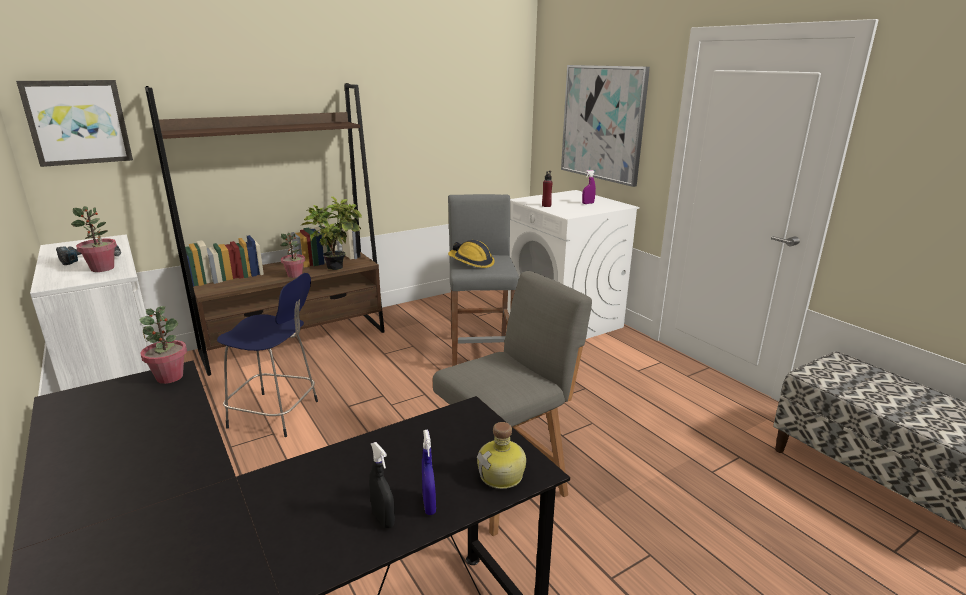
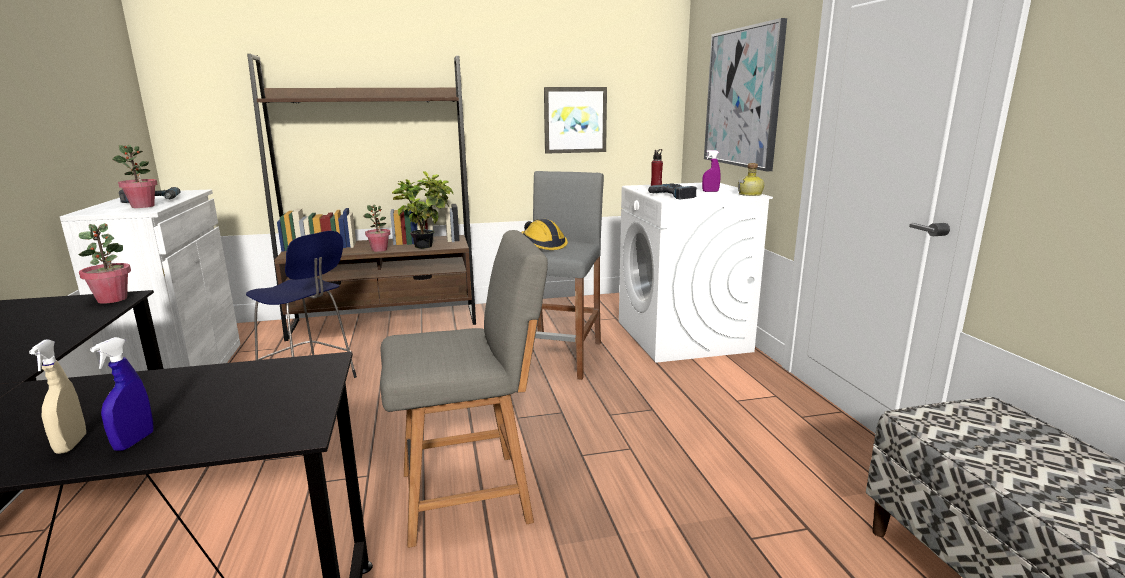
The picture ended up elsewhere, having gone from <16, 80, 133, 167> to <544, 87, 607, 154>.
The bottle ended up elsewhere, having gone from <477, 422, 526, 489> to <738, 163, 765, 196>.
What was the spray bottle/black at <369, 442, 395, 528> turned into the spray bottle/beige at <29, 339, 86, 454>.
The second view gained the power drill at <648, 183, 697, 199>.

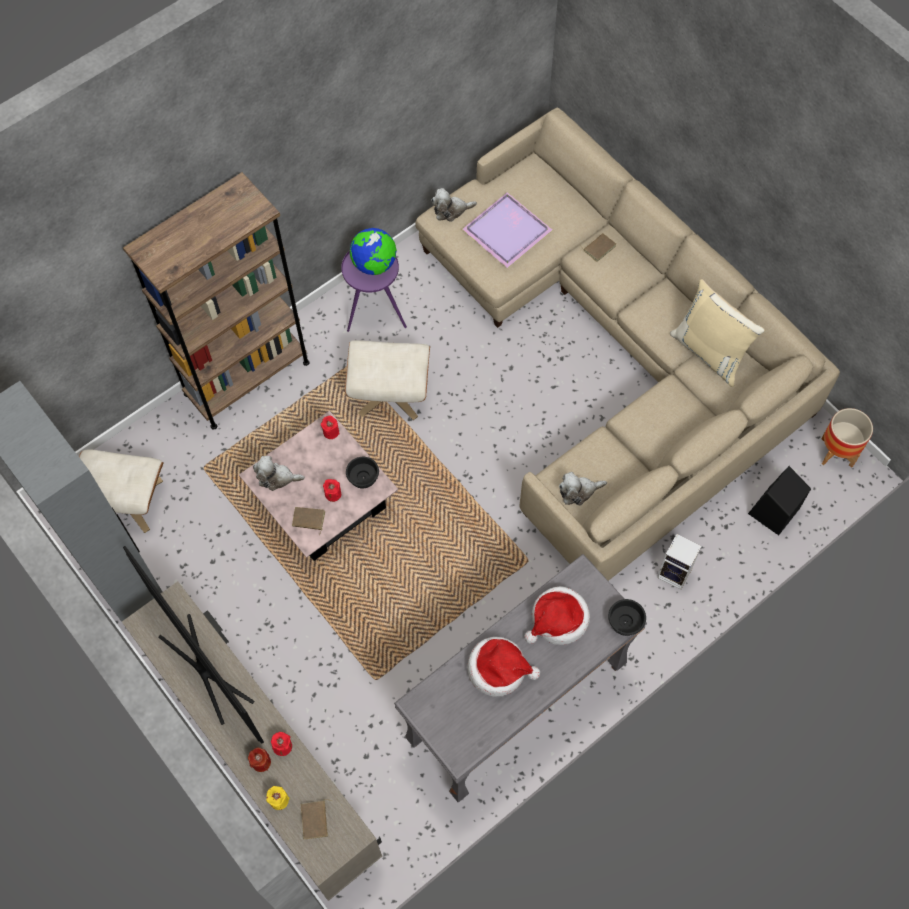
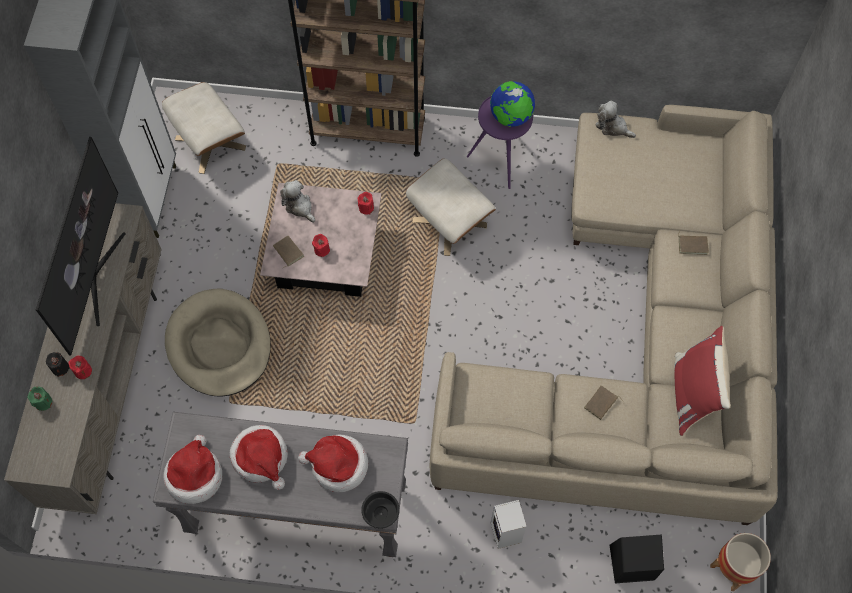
The second view lost the tray/purple at <462, 193, 552, 268>.
What was the pillow/beige at <670, 279, 765, 387> turned into the pillow/red at <674, 326, 731, 436>.
The second view lost the bowl/black at <346, 457, 379, 488>.
The second view lost the plush toy at <559, 472, 607, 506>.
What was the candle/red at <248, 747, 271, 772> turned into the candle/black at <46, 352, 70, 377>.
What was the candle/yellow at <266, 786, 290, 810> turned into the candle/green at <28, 386, 52, 411>.
The book/brown ended up elsewhere, having gone from <301, 799, 332, 840> to <584, 385, 624, 420>.
The second view gained the dog bed/beige at <165, 289, 270, 397>.
The second view gained the hat at <164, 435, 222, 504>.

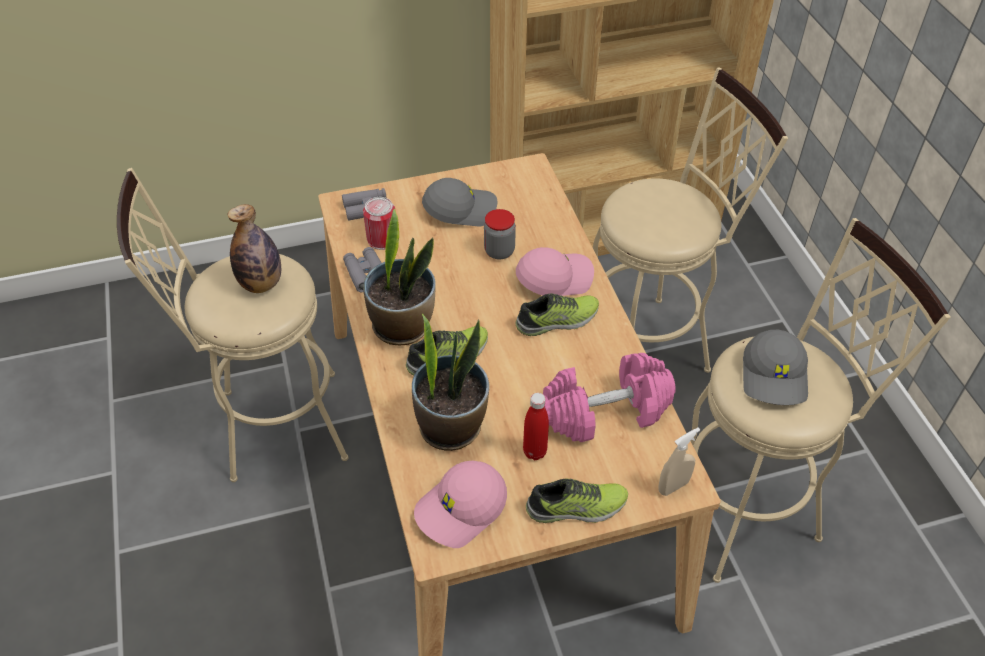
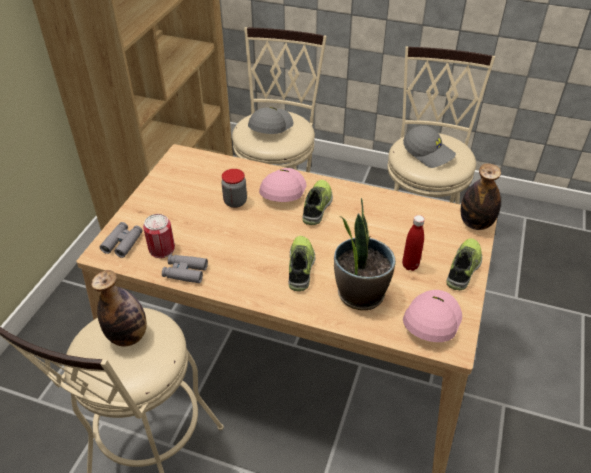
The cap/grey ended up elsewhere, having gone from <422, 178, 497, 227> to <248, 107, 293, 134>.
The second view lost the potted plant at <363, 209, 436, 345>.
The second view lost the dumbbell/pink at <543, 353, 676, 442>.
Where the spray bottle/beige stood at <658, 427, 700, 496>, the bottle came to stand at <461, 163, 501, 230>.
The cap/pink at <414, 461, 507, 548> ended up facing another way, 150 degrees counterclockwise from before.

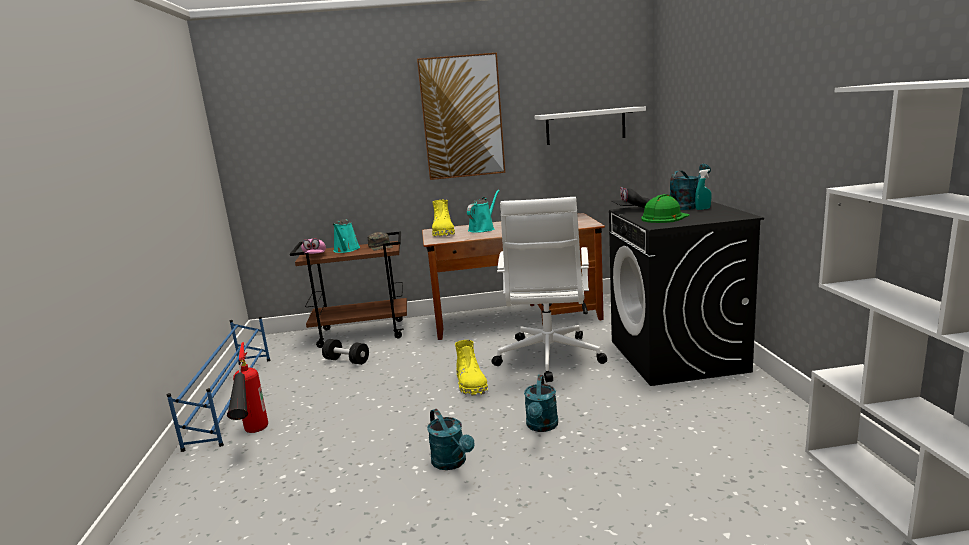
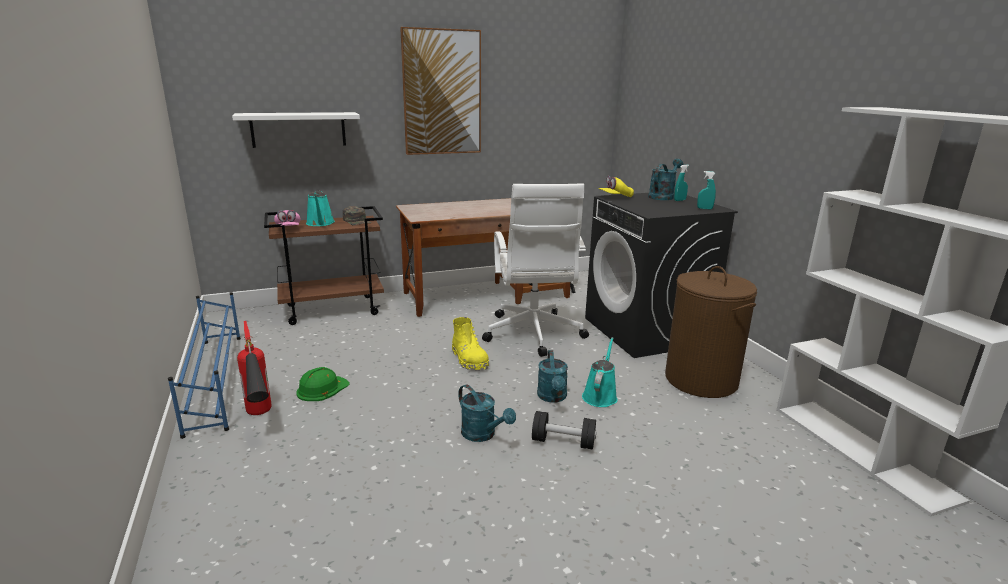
The shelf/white ended up elsewhere, having gone from <535, 107, 646, 145> to <232, 112, 360, 148>.
What was the cap/black at <611, 187, 650, 208> turned into the cap/yellow at <599, 176, 634, 197>.
The watering can/turquoise ended up elsewhere, having gone from <467, 190, 500, 233> to <582, 337, 618, 407>.
The hard hat/green ended up elsewhere, having gone from <641, 194, 690, 223> to <296, 367, 350, 401>.
The second view lost the boot/yellow at <432, 199, 455, 237>.
The dumbbell/black ended up elsewhere, having gone from <322, 339, 369, 365> to <532, 411, 597, 450>.
The second view gained the spray bottle/turquoise at <697, 171, 716, 209>.
The second view gained the laundry basket/brown at <665, 266, 757, 398>.

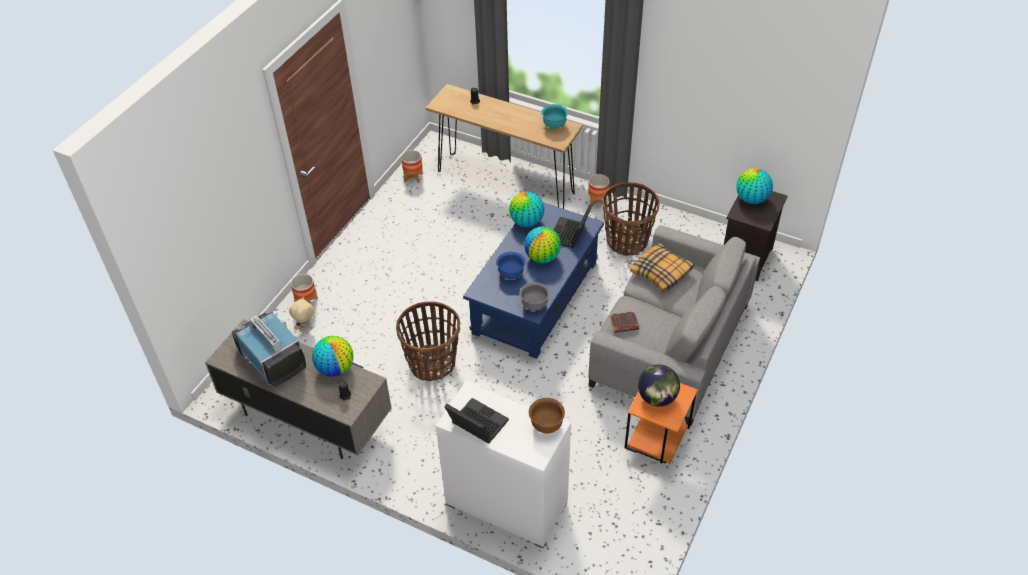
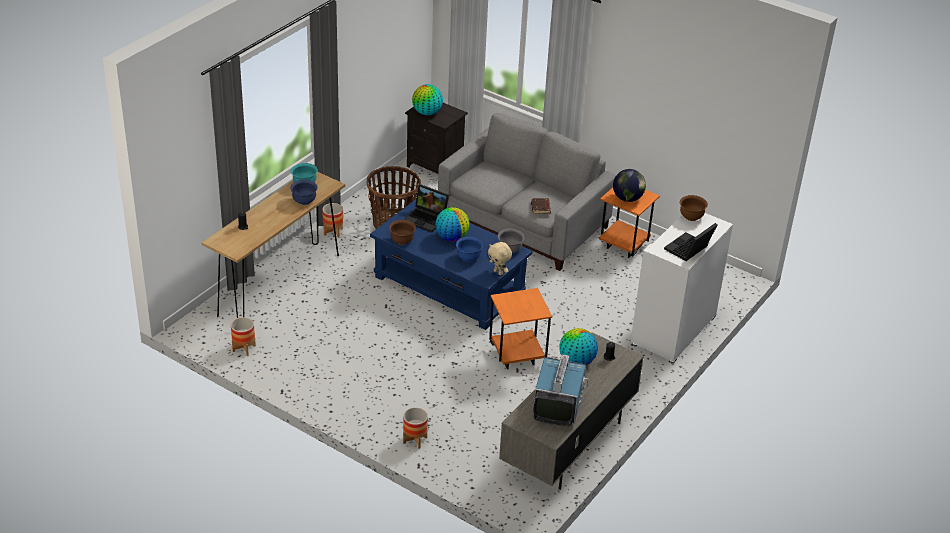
Where the globe stood at <509, 192, 545, 227>, the bowl/brown came to stand at <389, 220, 416, 245>.
The second view lost the pillow at <630, 243, 694, 293>.
The plush toy/beige ended up elsewhere, having gone from <289, 297, 314, 330> to <488, 242, 512, 275>.
Where the basket stood at <396, 301, 460, 382>, the side table/orange came to stand at <489, 288, 552, 369>.
The television at <232, 311, 306, 387> ended up facing another way, 135 degrees clockwise from before.
The second view gained the bowl/blue at <290, 180, 318, 205>.

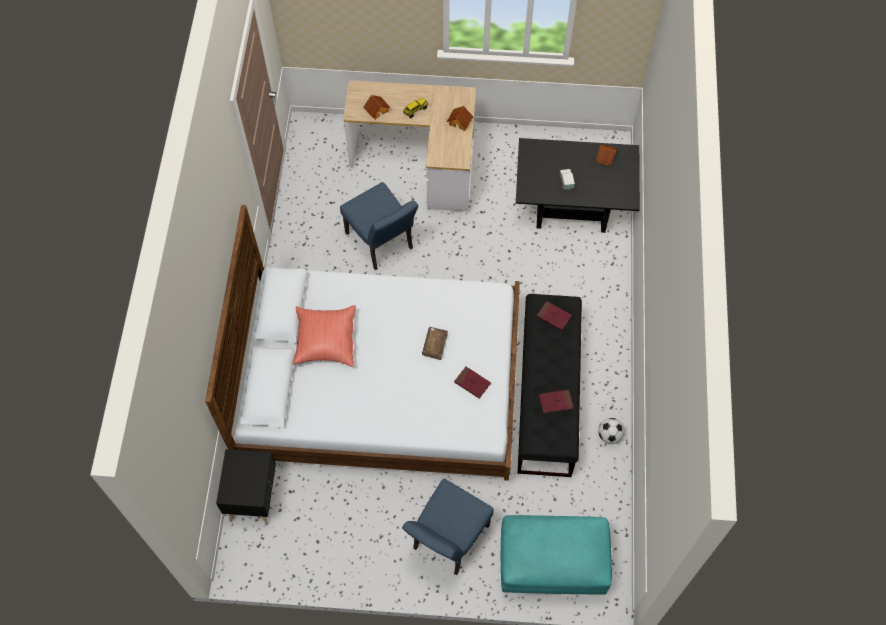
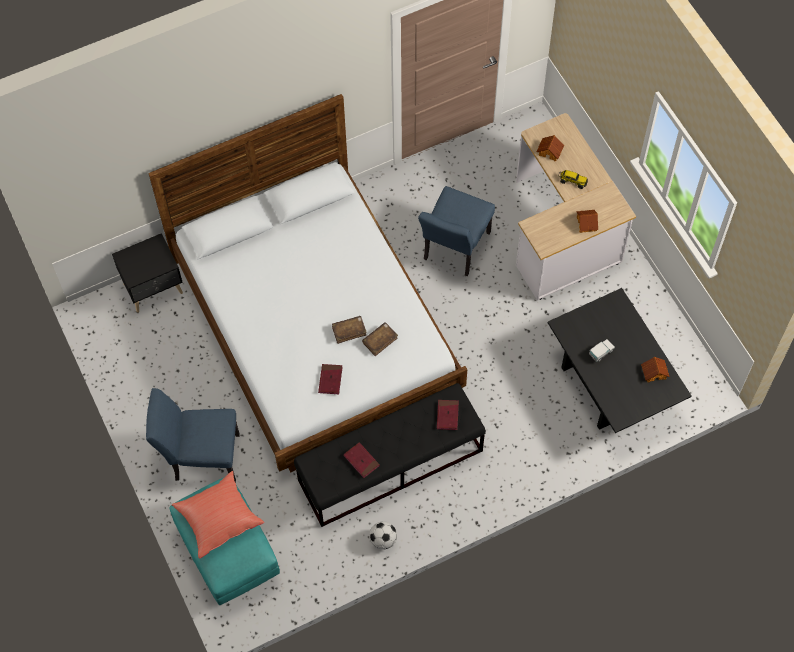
The pillow/red ended up elsewhere, having gone from <292, 305, 356, 367> to <172, 471, 264, 559>.
The second view gained the book/brown at <362, 322, 398, 356>.

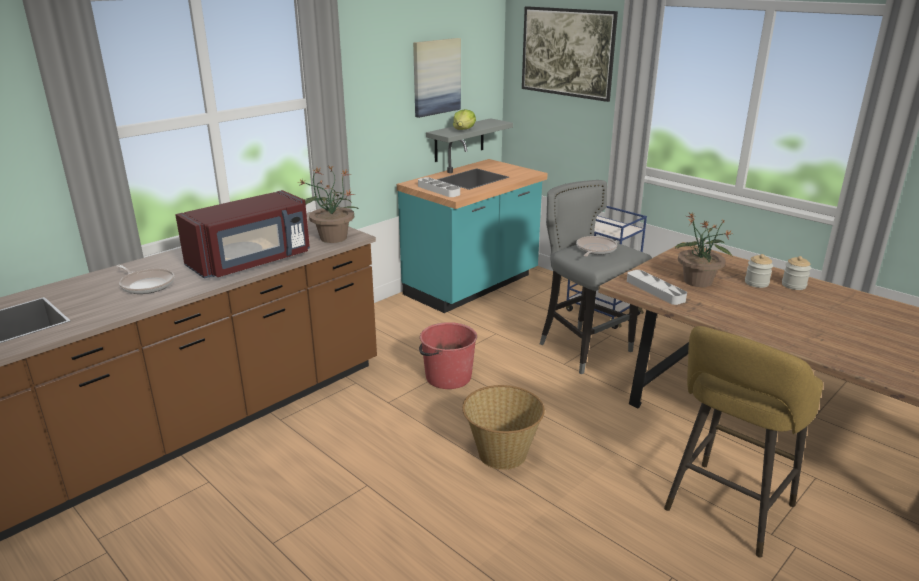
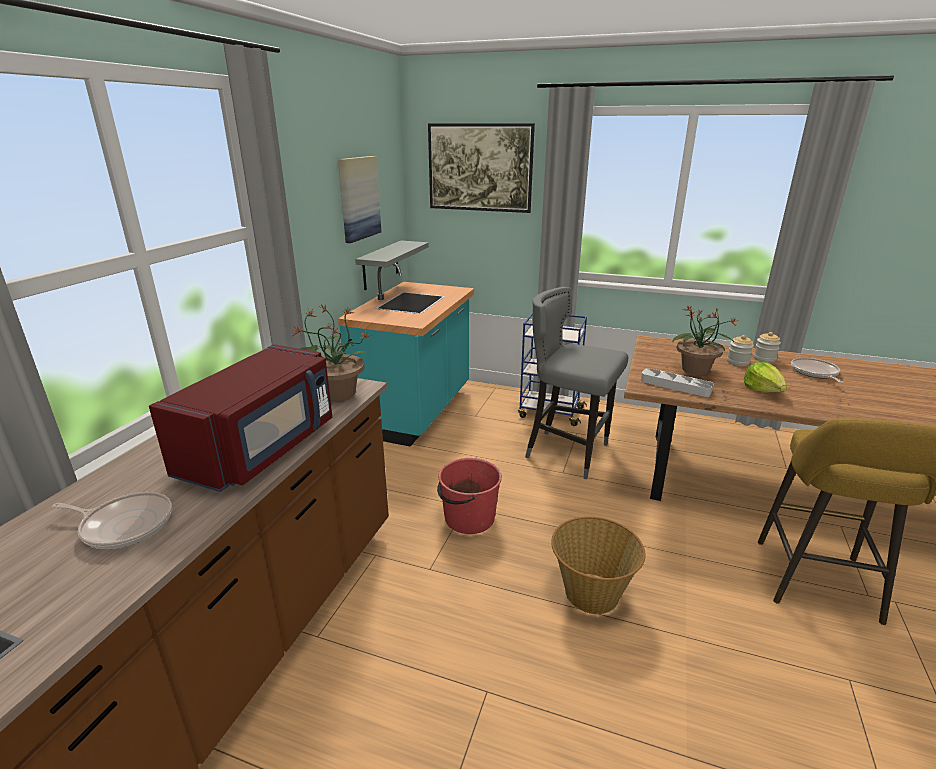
The lettuce ended up elsewhere, having gone from <453, 109, 476, 130> to <744, 362, 787, 392>.
The second view lost the tray/white at <418, 177, 460, 197>.
The frying pan ended up elsewhere, having gone from <576, 236, 617, 257> to <791, 358, 843, 383>.

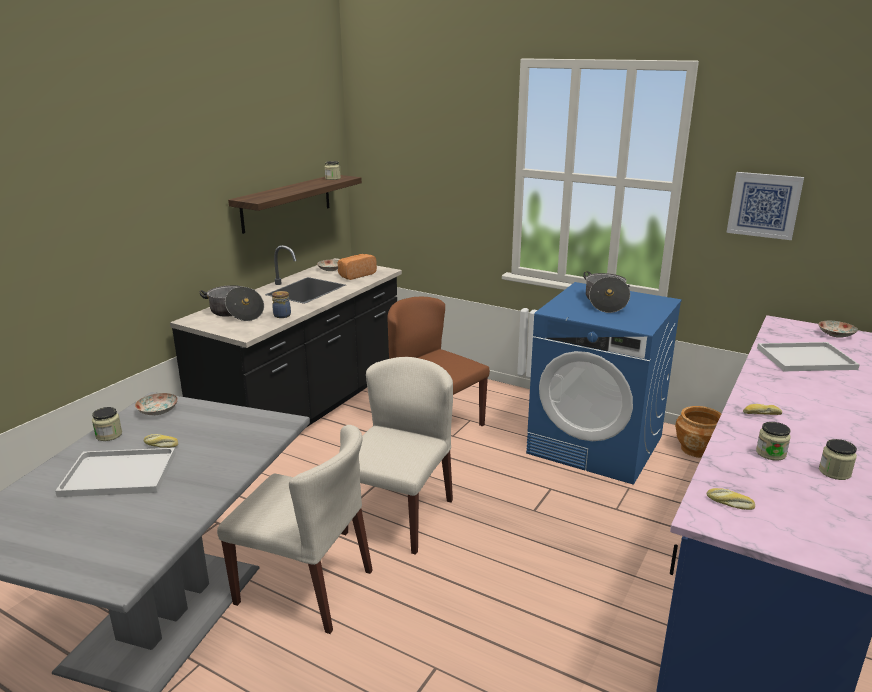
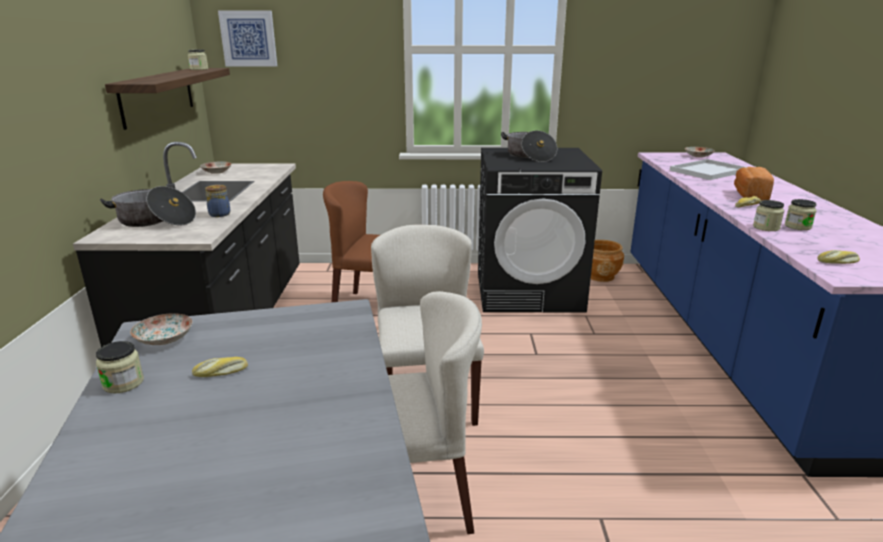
The picture ended up elsewhere, having gone from <726, 172, 804, 240> to <218, 11, 277, 66>.
The bread ended up elsewhere, having gone from <337, 254, 377, 280> to <734, 167, 774, 201>.
What was the washing machine/blue at <526, 282, 682, 485> turned into the washing machine/black at <478, 148, 602, 313>.
The jar ended up elsewhere, having gone from <819, 439, 857, 480> to <753, 200, 784, 231>.
The second view lost the tray/white at <55, 448, 176, 497>.

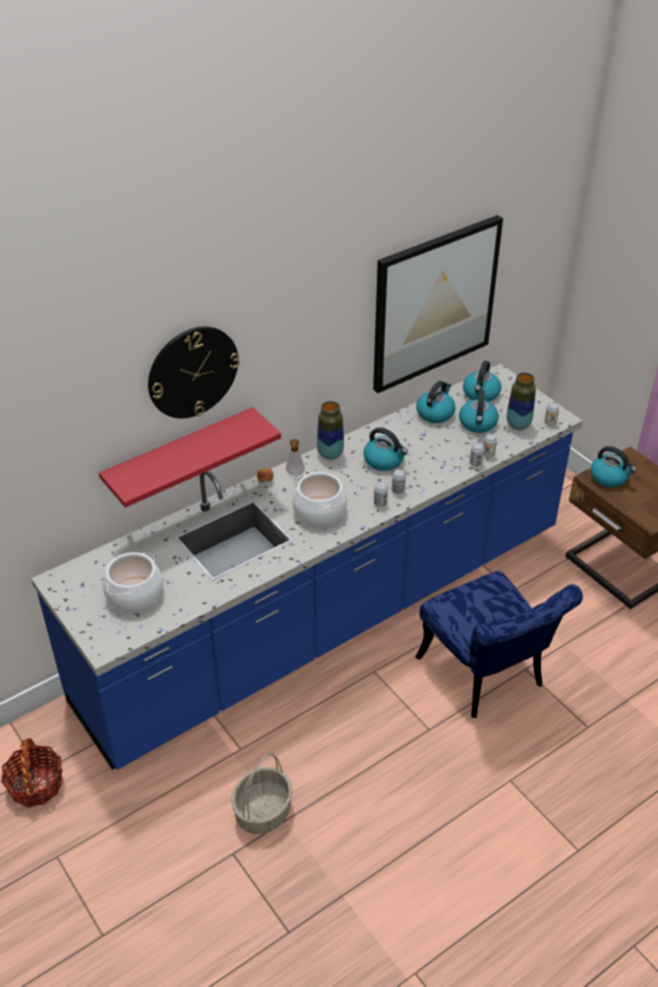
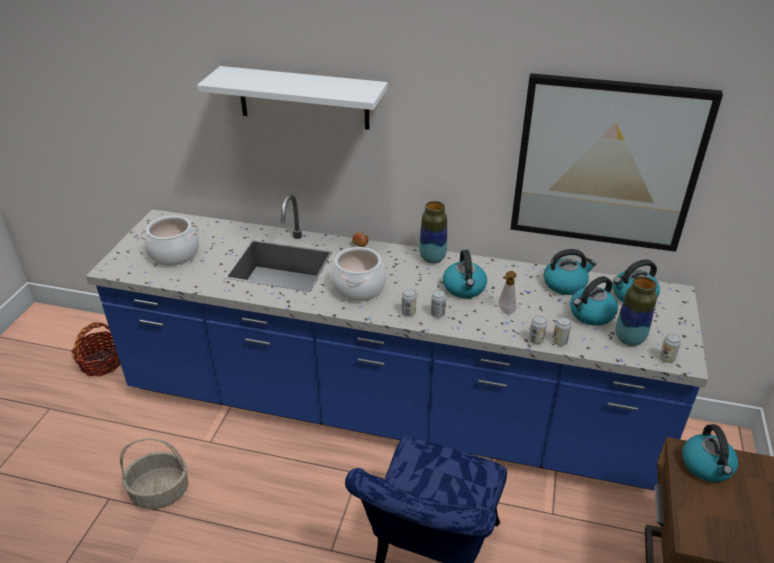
Where the wall clock hung at <148, 327, 240, 418>, the shelf/white came to hang at <197, 66, 388, 130>.
The second view lost the shelf/red at <99, 407, 281, 508>.
The soap dispenser ended up elsewhere, having gone from <286, 439, 305, 476> to <499, 271, 516, 314>.

